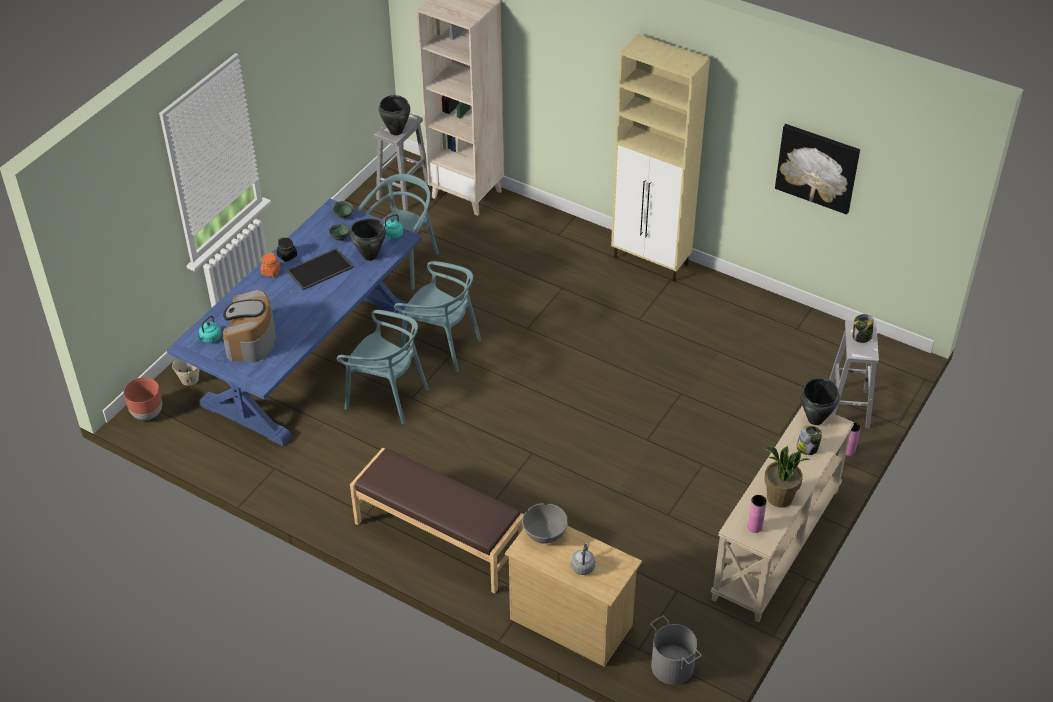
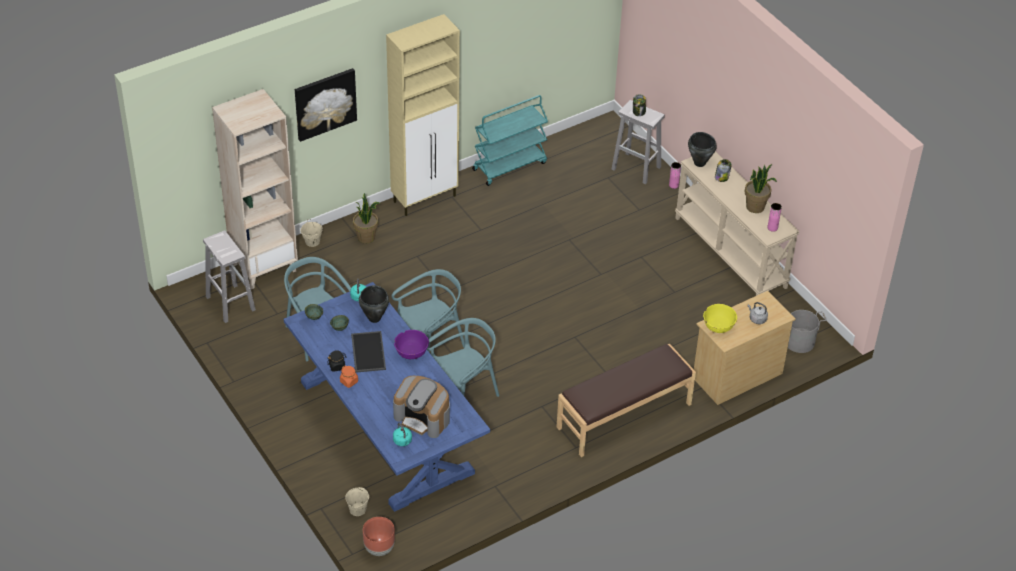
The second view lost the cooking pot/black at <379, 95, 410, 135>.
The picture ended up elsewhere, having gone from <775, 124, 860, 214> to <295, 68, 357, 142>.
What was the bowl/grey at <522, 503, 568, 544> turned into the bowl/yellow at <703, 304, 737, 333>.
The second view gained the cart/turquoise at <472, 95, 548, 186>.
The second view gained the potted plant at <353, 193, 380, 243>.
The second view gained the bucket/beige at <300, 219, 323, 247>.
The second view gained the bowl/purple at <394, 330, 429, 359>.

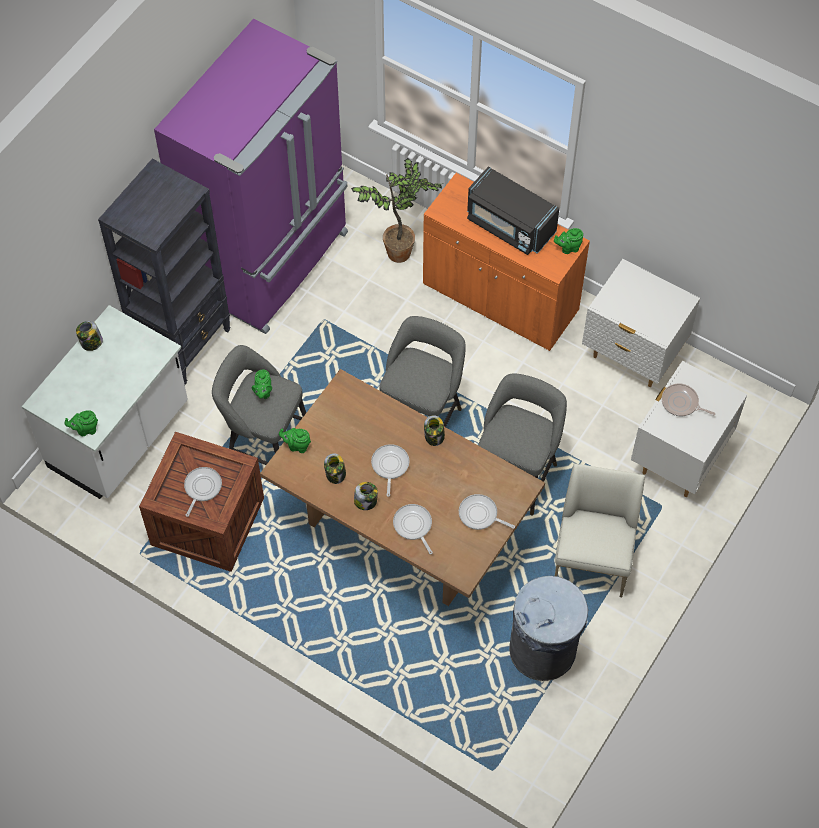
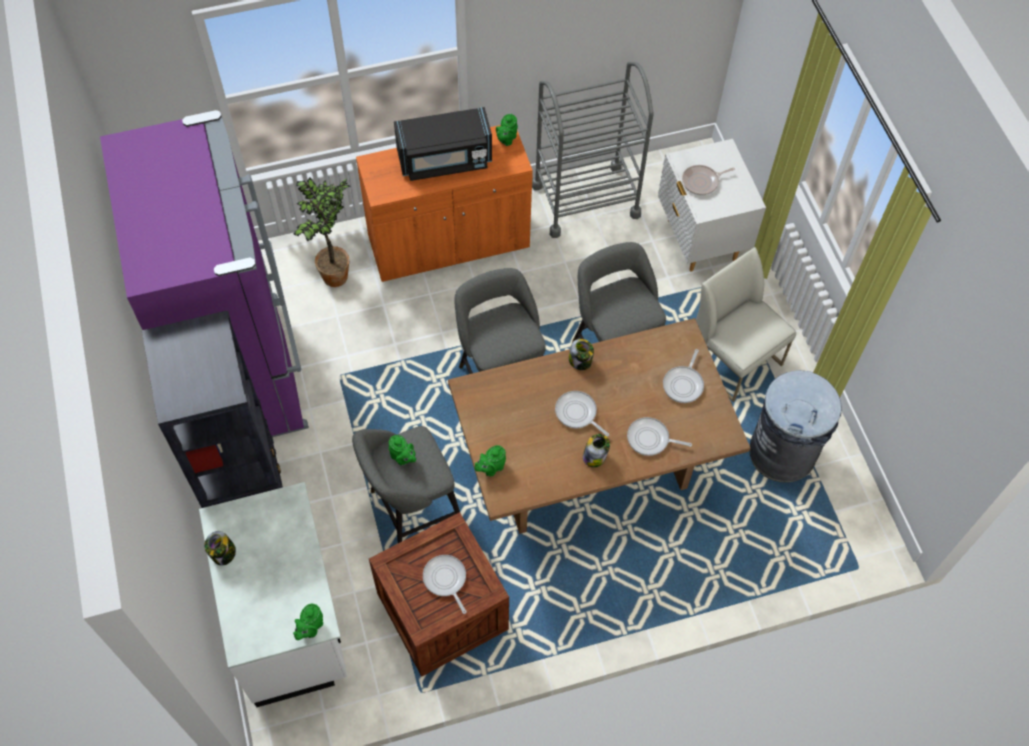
Where the nightstand/white stood at <582, 259, 700, 387>, the cart/grey came to stand at <532, 62, 654, 238>.
The second view lost the jar at <324, 453, 346, 484>.
The frying pan at <459, 494, 515, 530> ended up facing another way, 45 degrees counterclockwise from before.

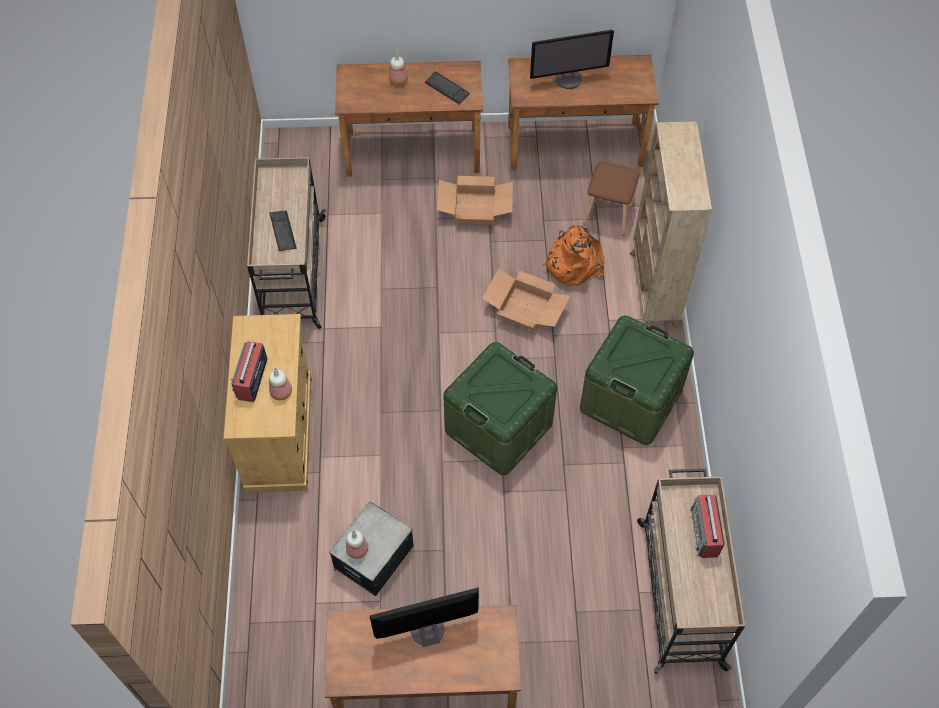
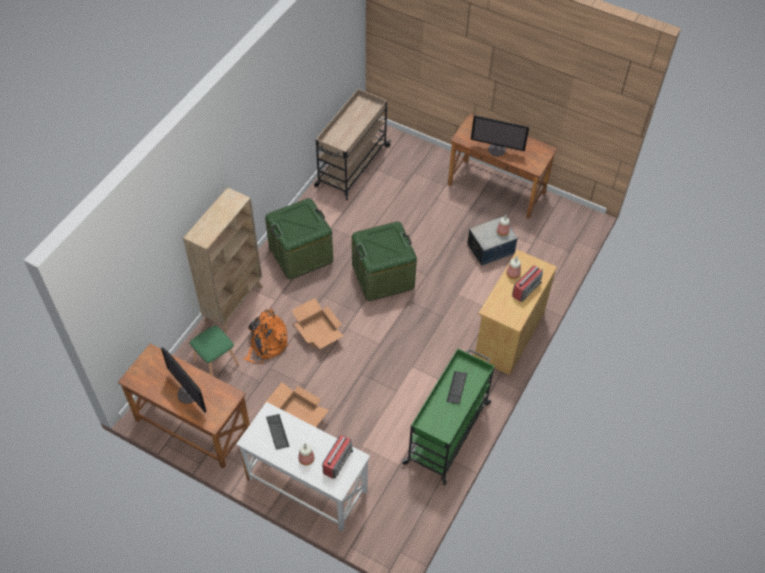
The monitor at <530, 30, 614, 89> ended up facing another way, 150 degrees counterclockwise from before.
What was the desk/brown at <335, 61, 483, 177> turned into the desk/white at <236, 402, 370, 531>.
What was the cart/beige at <247, 157, 326, 329> turned into the cart/green at <401, 349, 495, 485>.
What was the stool/brown at <583, 161, 640, 236> turned into the stool/green at <190, 325, 239, 376>.
The radio ended up elsewhere, having gone from <690, 494, 725, 558> to <322, 435, 353, 479>.

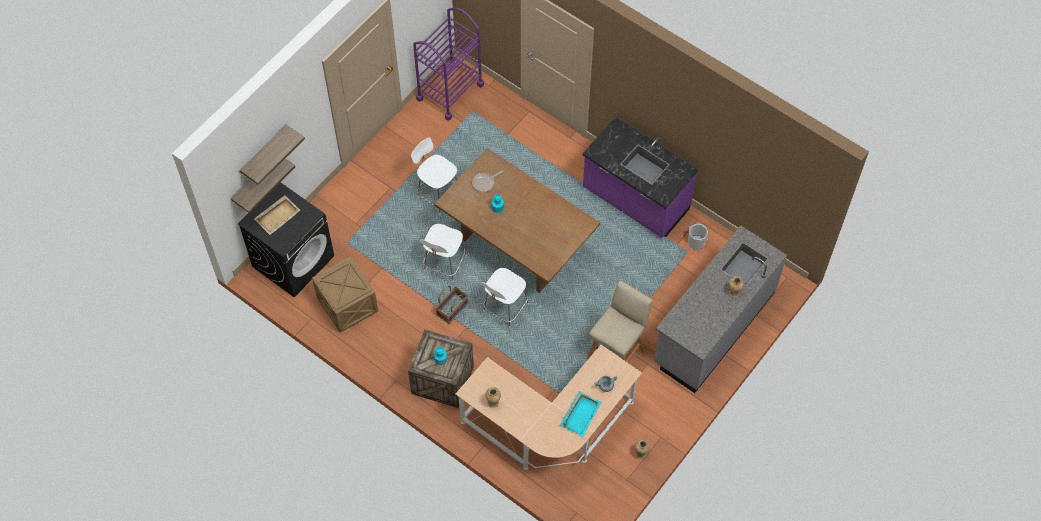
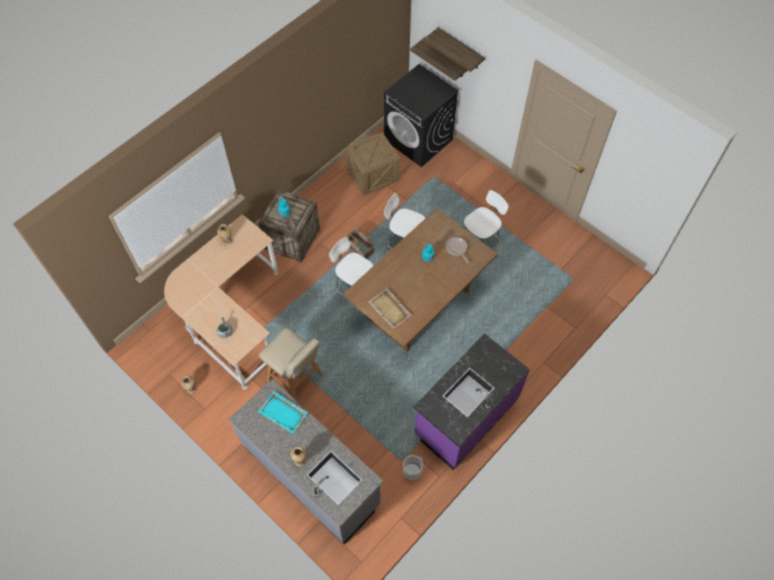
The second view lost the cart/purple at <413, 7, 484, 120>.
The tray/beige ended up elsewhere, having gone from <254, 195, 300, 235> to <368, 288, 412, 329>.
The tray/turquoise ended up elsewhere, having gone from <560, 391, 602, 438> to <258, 391, 308, 434>.

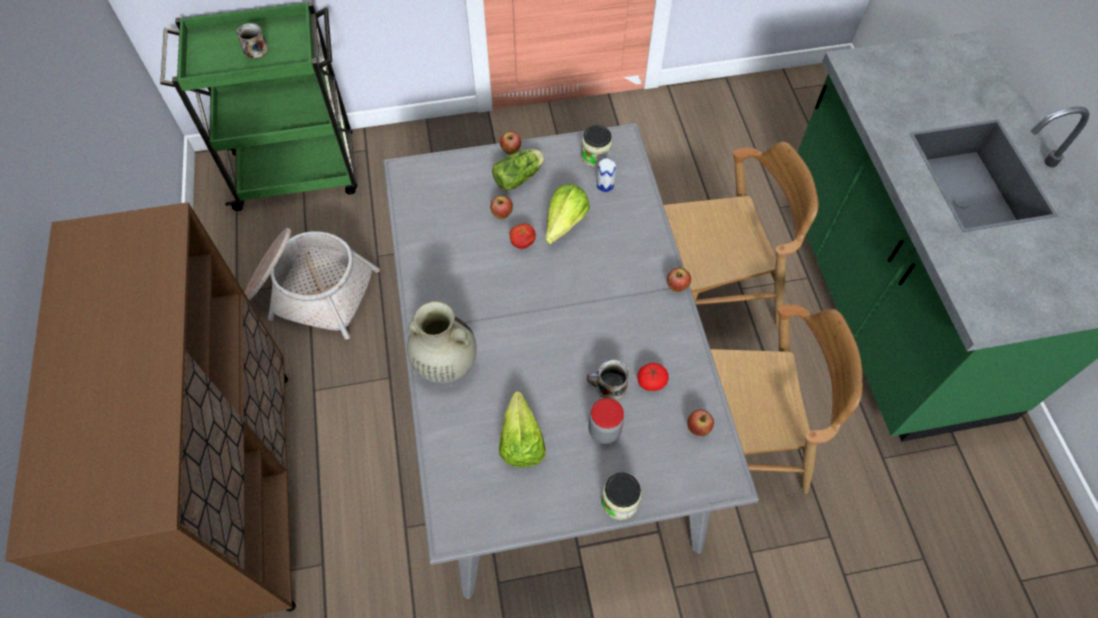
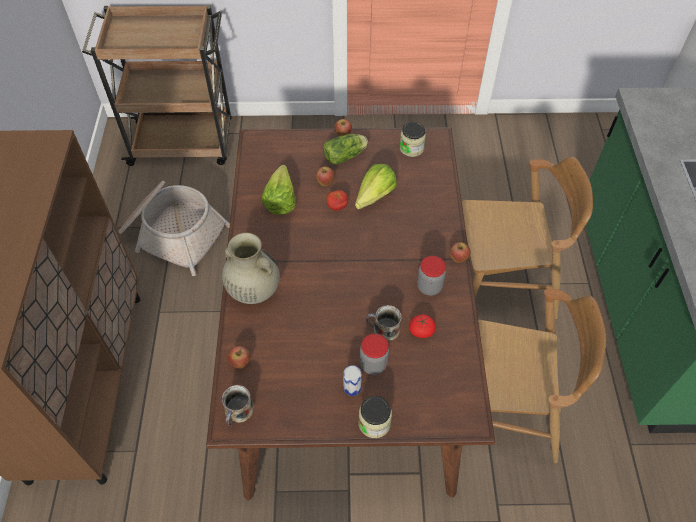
What was the cart/green at <160, 1, 357, 211> turned into the cart/brown at <82, 5, 232, 166>.
The mug ended up elsewhere, having gone from <236, 23, 268, 59> to <222, 385, 254, 426>.
What was the dining table/grey at <383, 123, 759, 599> turned into the dining table/brown at <206, 127, 495, 501>.
The can ended up elsewhere, having gone from <597, 158, 616, 192> to <343, 365, 362, 396>.
The lettuce ended up elsewhere, having gone from <499, 391, 546, 468> to <262, 165, 295, 215>.
The apple ended up elsewhere, having gone from <687, 409, 714, 436> to <228, 346, 250, 369>.
The second view gained the jar at <417, 256, 446, 296>.

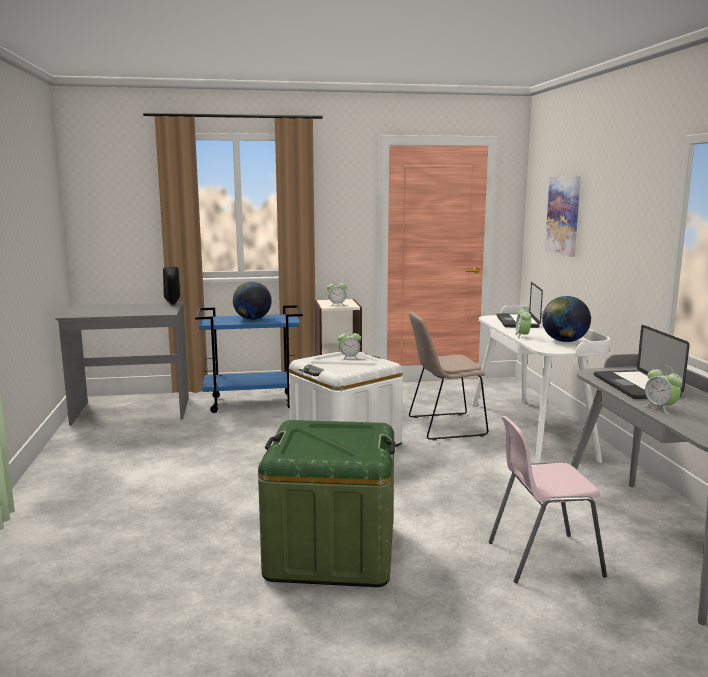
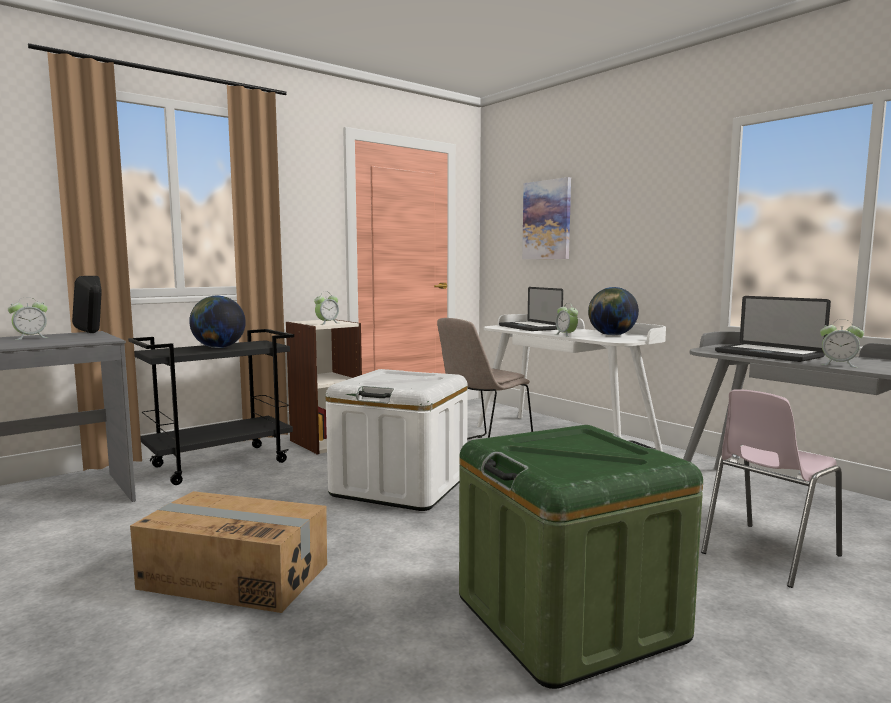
What was the cart/blue at <195, 305, 303, 413> turned into the cart/black at <128, 329, 294, 485>.
The alarm clock ended up elsewhere, having gone from <338, 332, 361, 360> to <8, 297, 49, 340>.
The second view gained the cardboard box at <130, 491, 327, 613>.

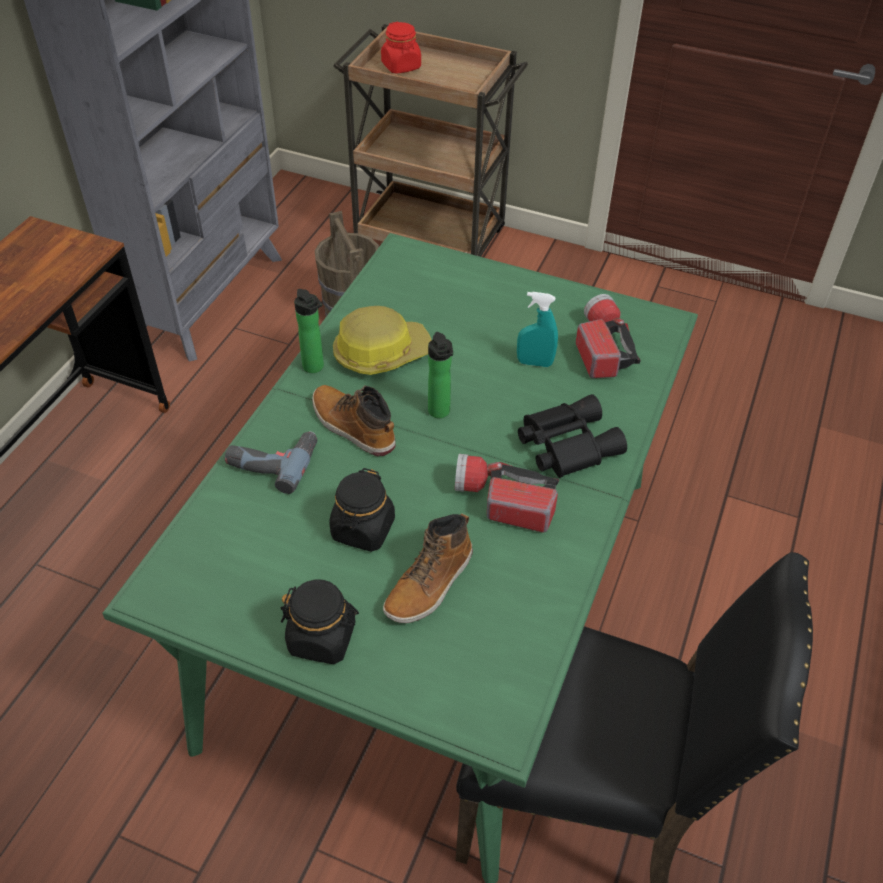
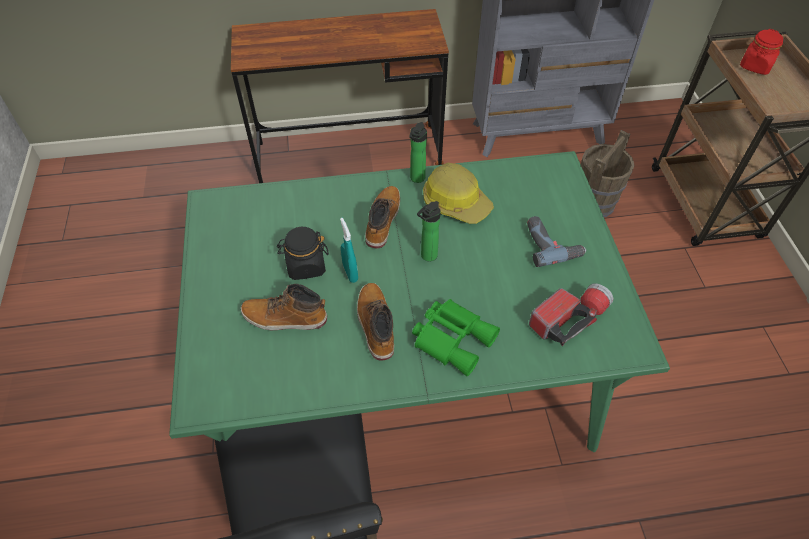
The spray bottle/turquoise ended up elsewhere, having gone from <517, 292, 558, 367> to <340, 218, 358, 283>.
What was the binoculars/black at <518, 394, 627, 478> turned into the binoculars/green at <412, 299, 500, 376>.
The power drill ended up elsewhere, having gone from <225, 431, 318, 494> to <527, 216, 587, 267>.
Where the flashlight stood at <455, 454, 559, 533>, the boot came to stand at <357, 283, 394, 361>.
The second view lost the jar/black at <281, 579, 359, 664>.

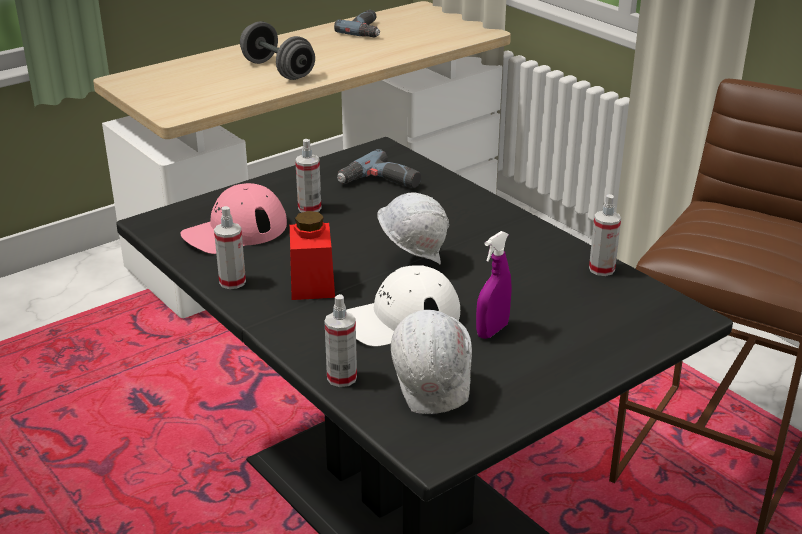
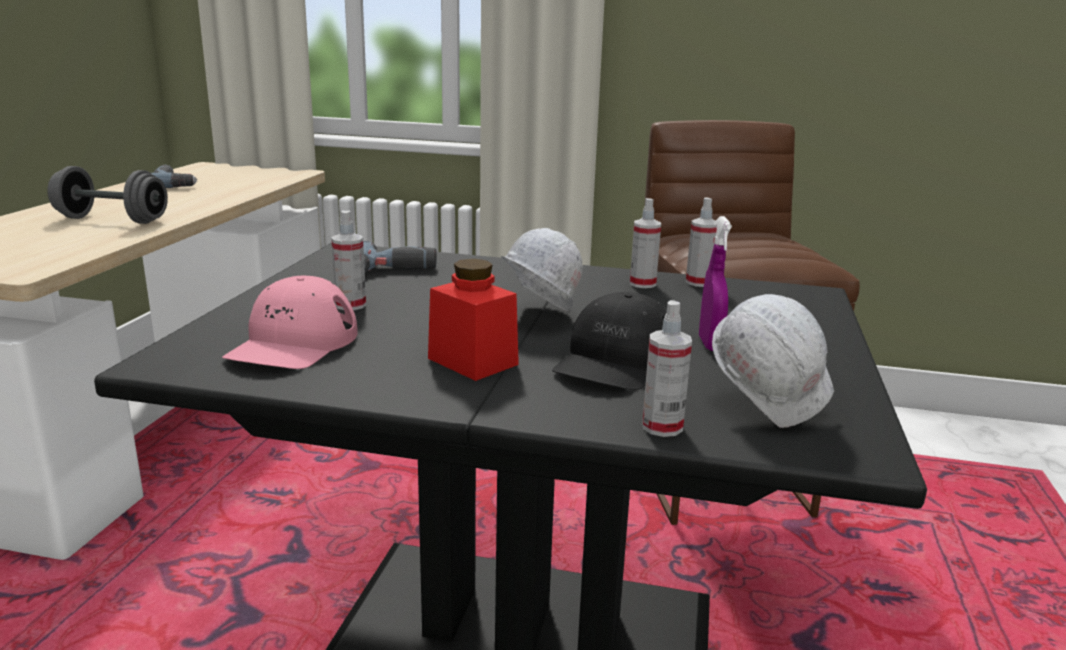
The spray bottle ended up elsewhere, having gone from <214, 206, 246, 289> to <630, 198, 661, 288>.
What was the cap/white at <346, 265, 460, 347> turned into the cap/black at <552, 292, 667, 390>.

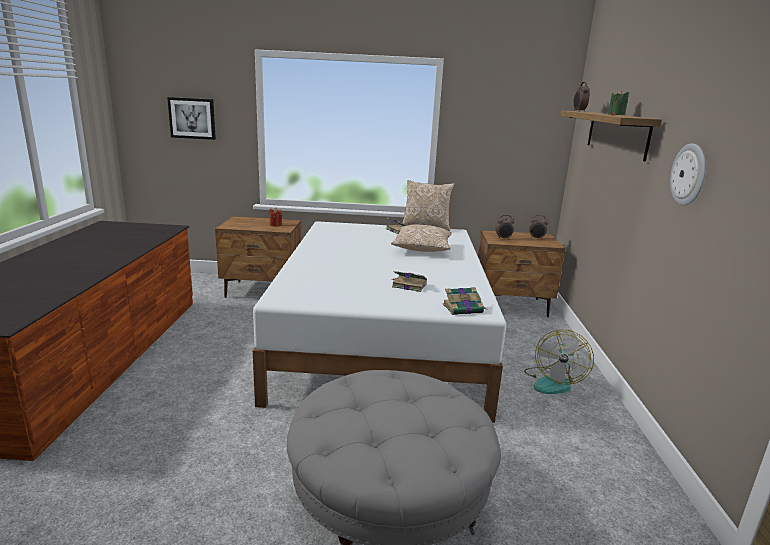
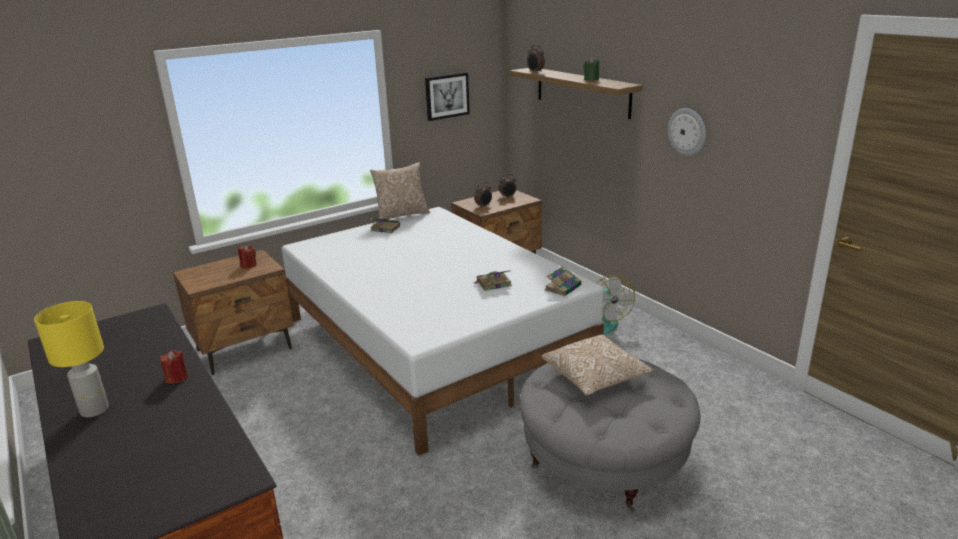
The picture ended up elsewhere, having gone from <167, 97, 216, 140> to <425, 72, 470, 121>.
The pillow ended up elsewhere, having gone from <391, 225, 452, 252> to <542, 335, 654, 396>.
The second view gained the table lamp/yellow at <34, 301, 109, 417>.
The second view gained the candle/red at <160, 350, 188, 383>.

